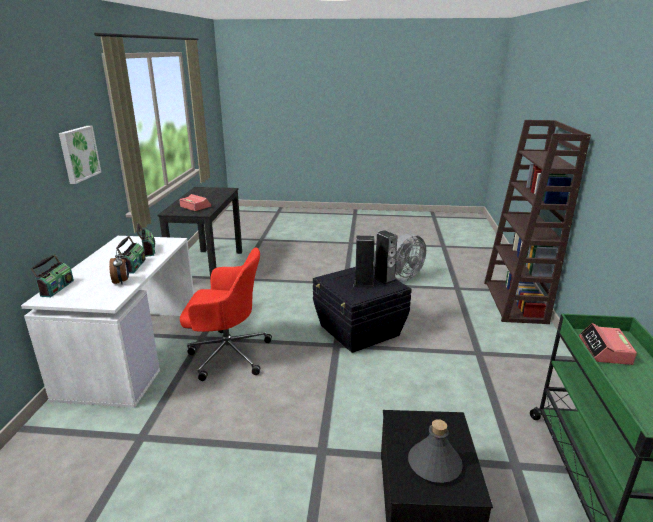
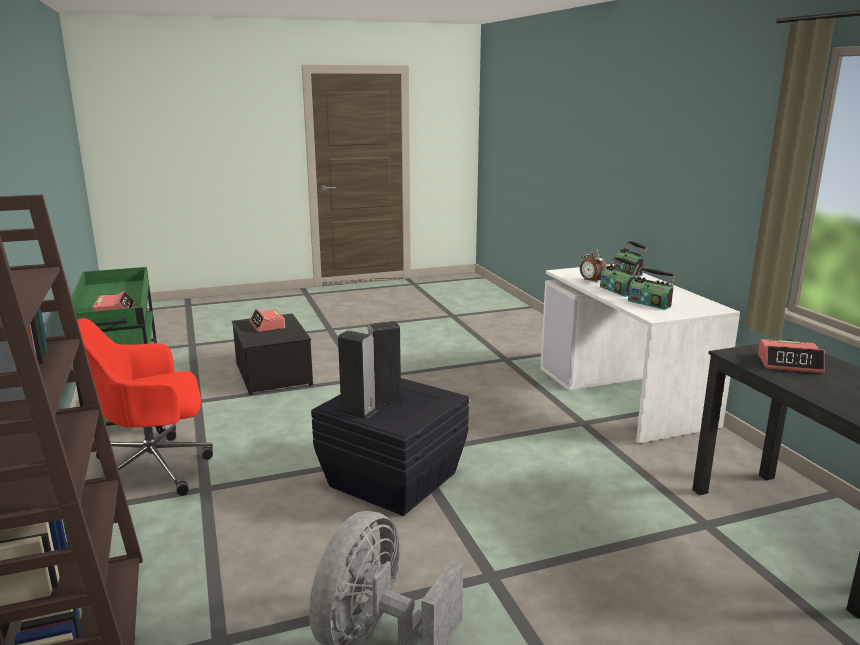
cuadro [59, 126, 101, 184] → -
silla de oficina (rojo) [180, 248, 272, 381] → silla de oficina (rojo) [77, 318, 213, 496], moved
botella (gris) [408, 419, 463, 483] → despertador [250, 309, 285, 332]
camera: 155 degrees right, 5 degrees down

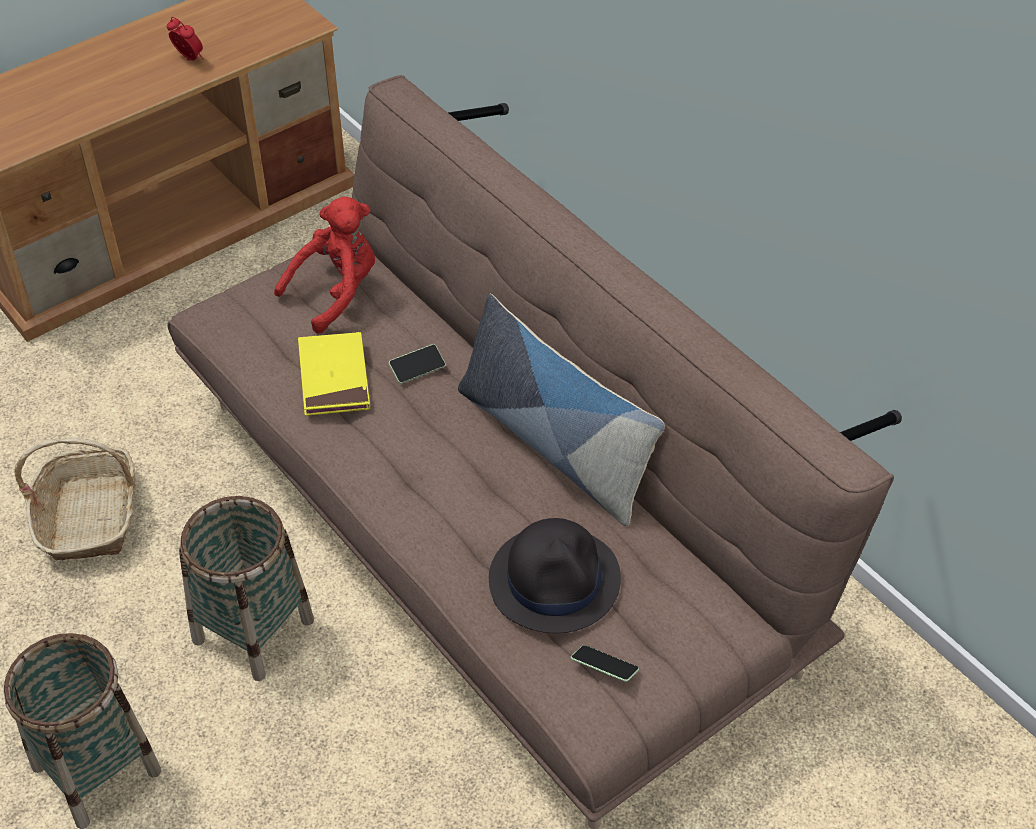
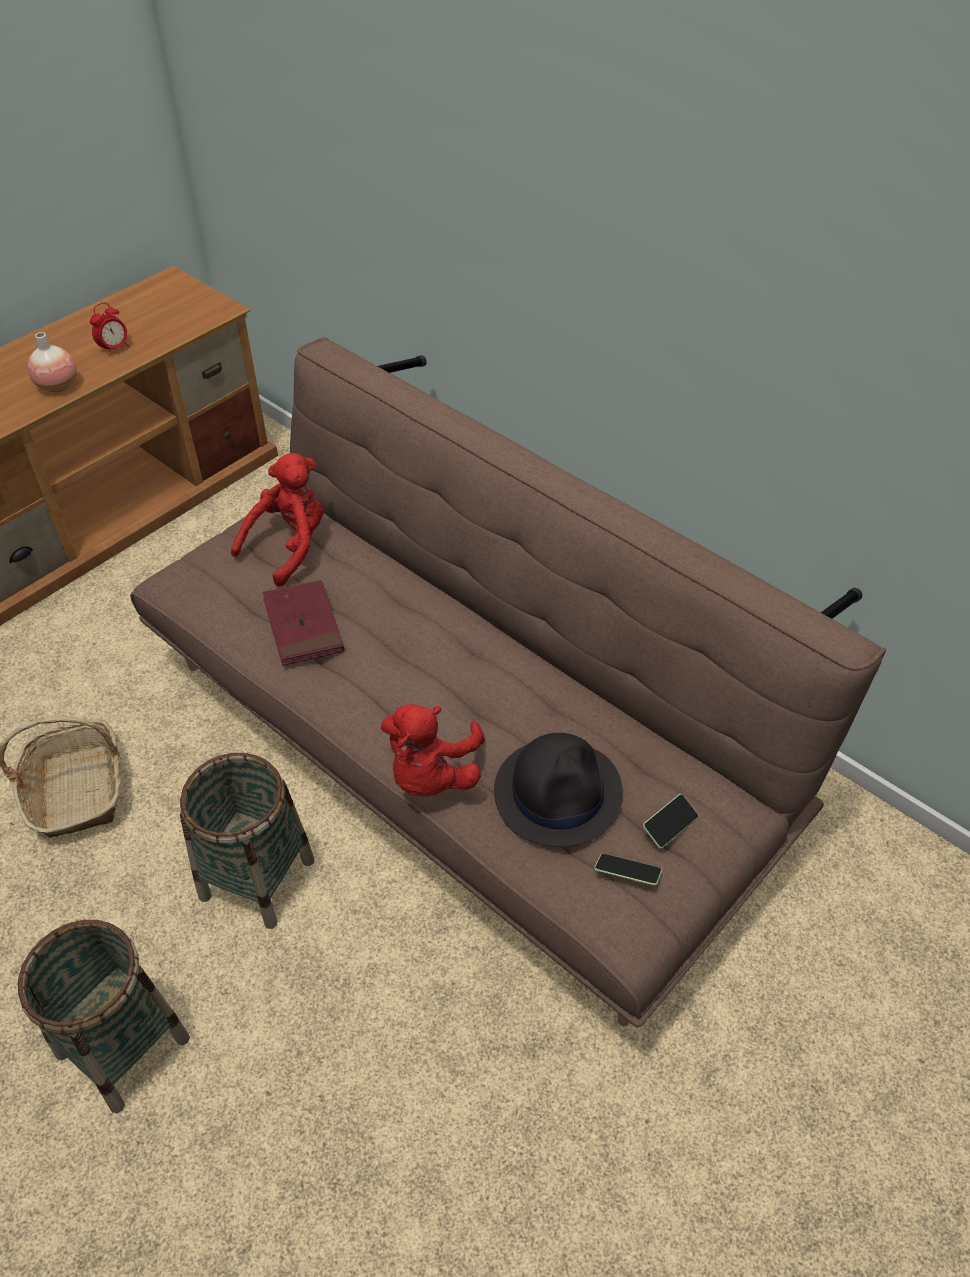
despertador [167, 17, 204, 61] → despertador [90, 303, 129, 356], 105 degrees clockwise
libro (amarillo) [298, 332, 370, 416] → libro (rojo) [263, 580, 344, 666]
móvil [389, 344, 446, 384] → móvil [643, 794, 699, 848], moved
cojín [458, 294, 665, 526] → -
- → florero [27, 332, 77, 392]
- → peluche (rojo) [381, 705, 485, 796]
camera: 10 degrees left, 0 degrees up

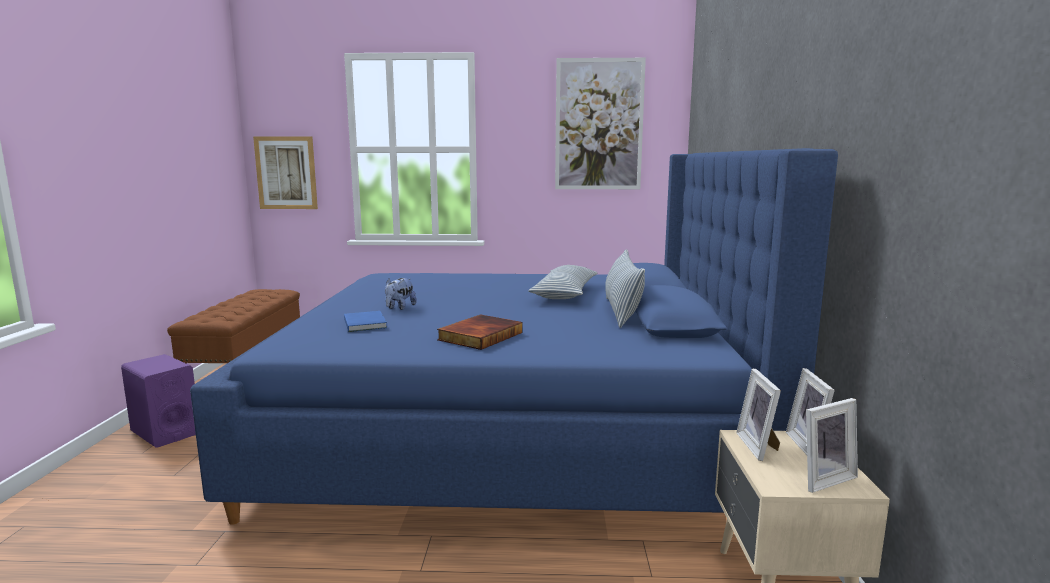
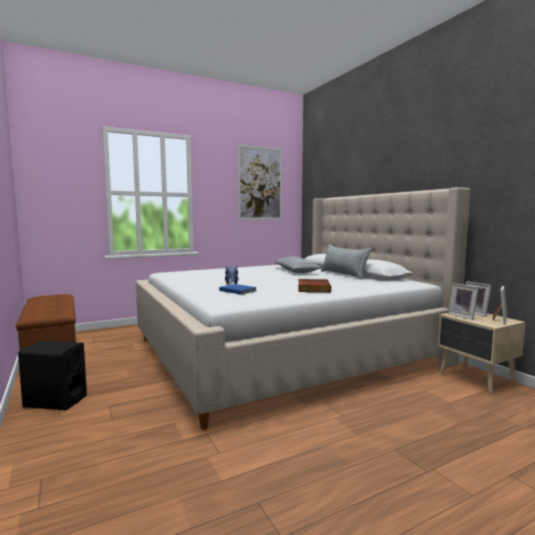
altavoz (morado) [121, 354, 196, 448] → altavoz (negro) [18, 341, 87, 410]
cama (azul) [190, 148, 838, 525] → cama (beis) [136, 187, 470, 430]
cuadro [253, 137, 318, 209] → -
camera: 30 degrees left, 5 degrees down

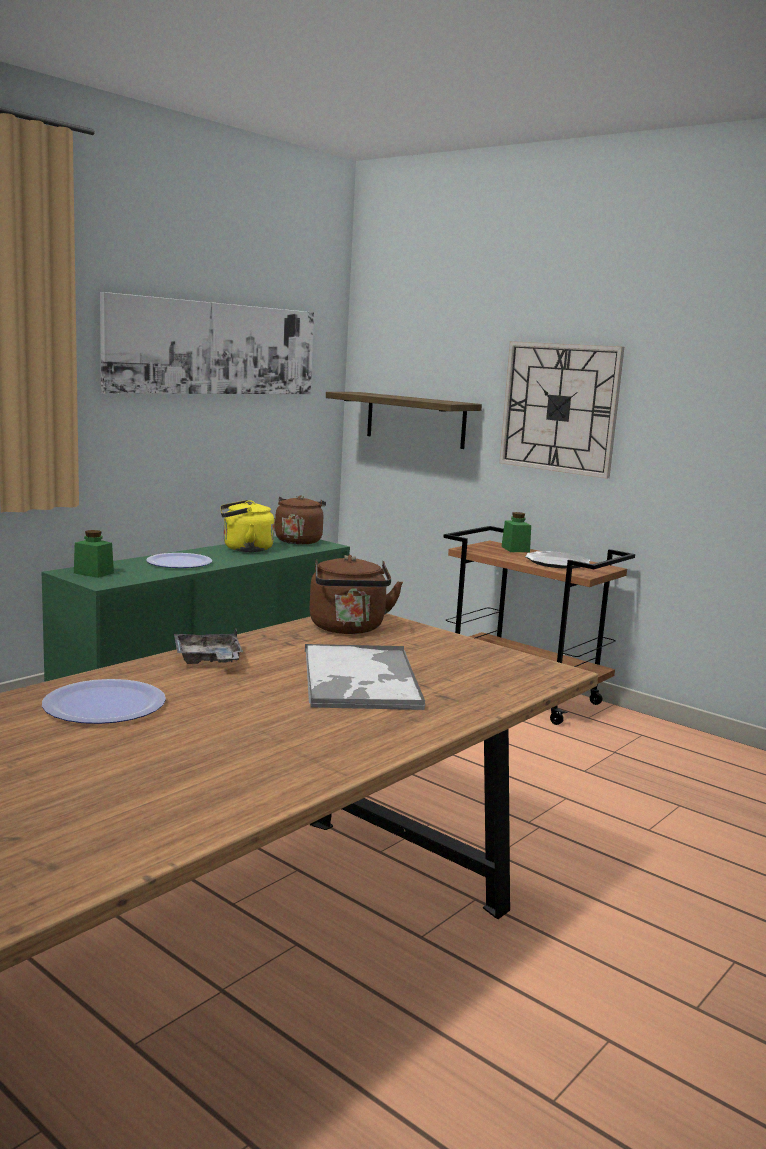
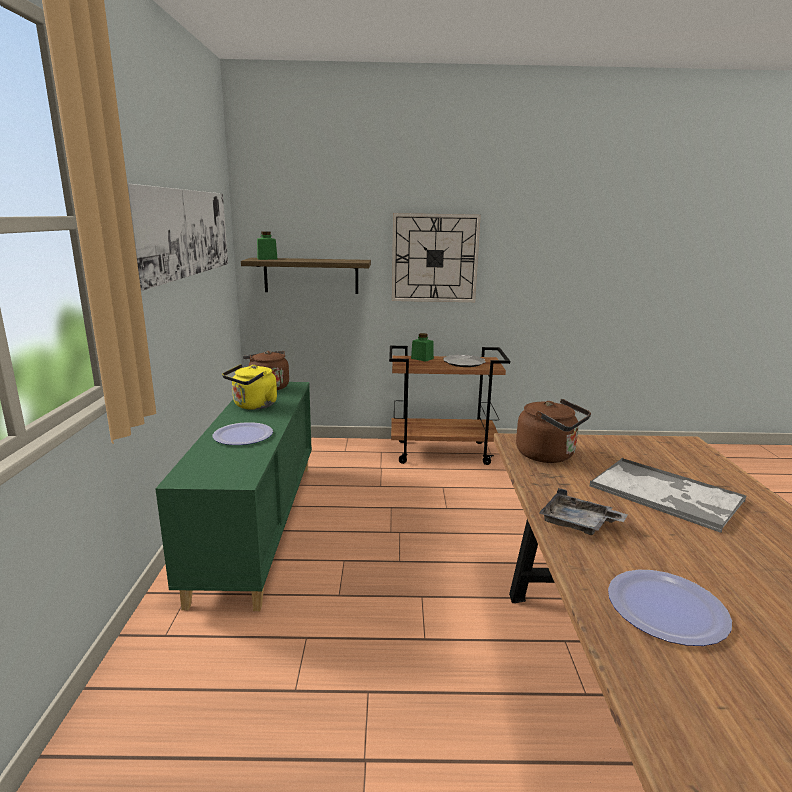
tarro (verde) [74, 530, 114, 578] → tarro (verde) [257, 231, 278, 260], moved
camera: 40 degrees left, 5 degrees up

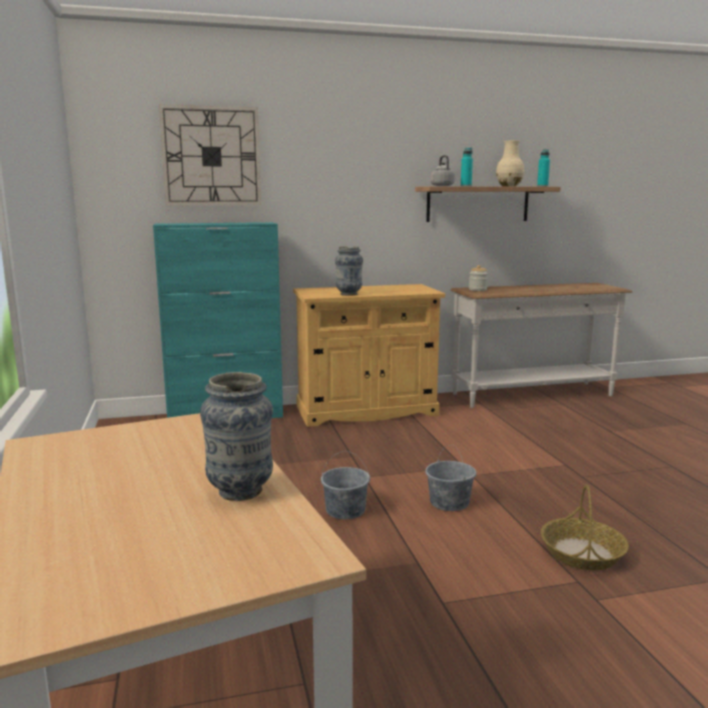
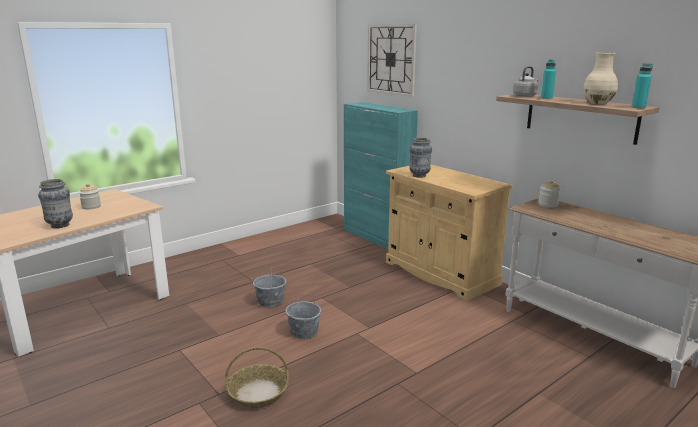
- → tarro [79, 183, 101, 209]
camera: 65 degrees right, 5 degrees up

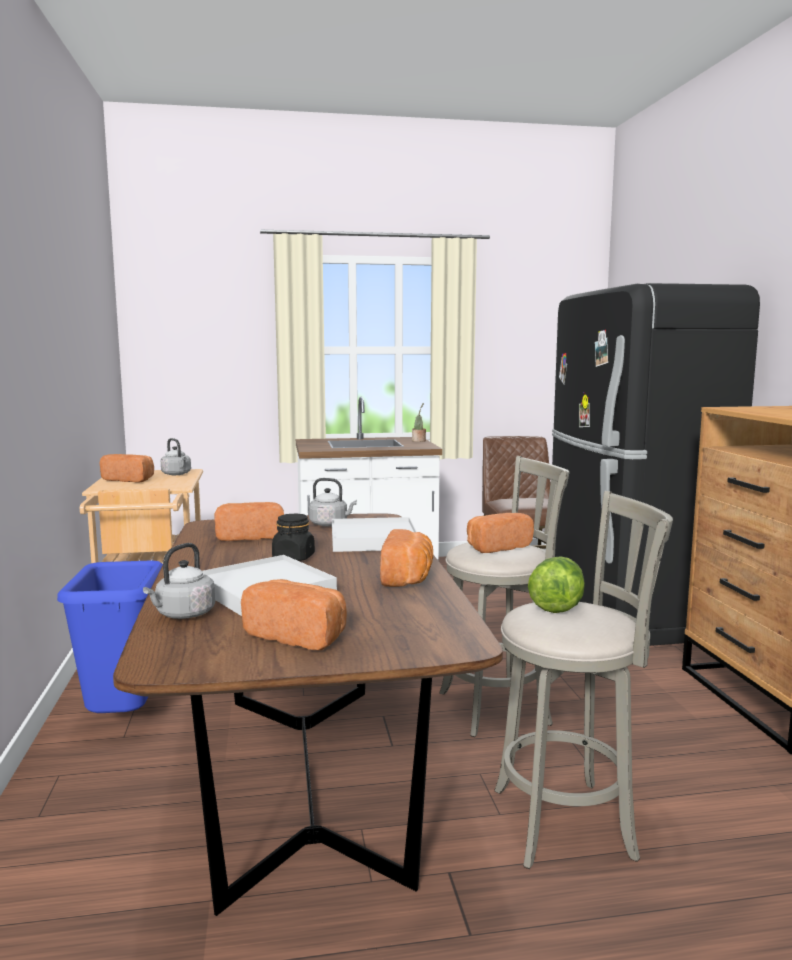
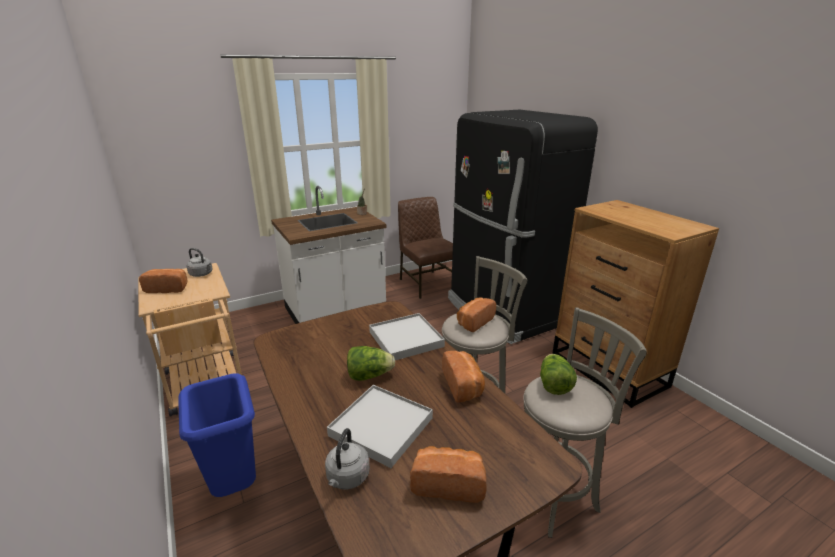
pan [214, 502, 284, 541] → -
tarro (negro) [272, 514, 315, 561] → lechuga [347, 346, 395, 381]
hervidor (gris) [309, 478, 357, 526] → -
camera: 20 degrees left, 15 degrees up

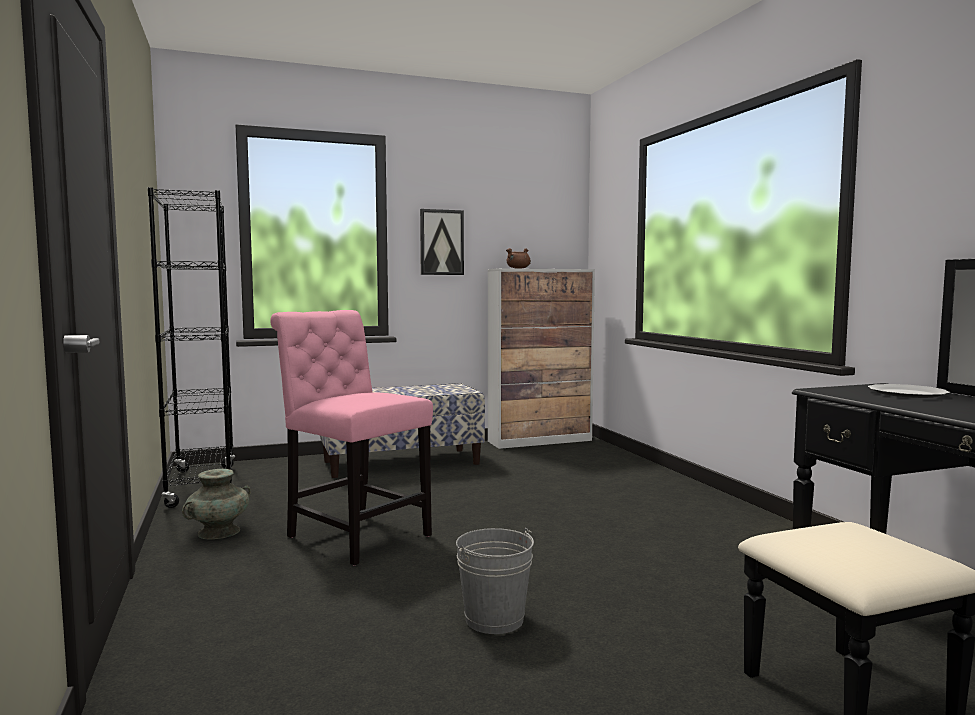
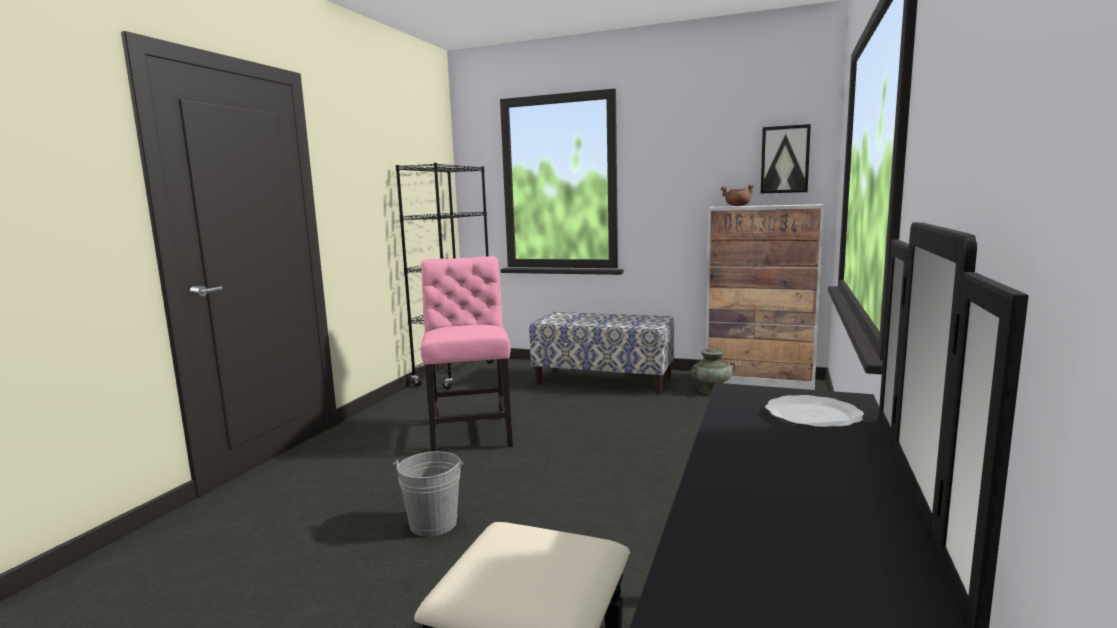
florero (turquesa) [182, 469, 251, 539] → florero (turquesa) [690, 349, 735, 394], moved
cuadro [420, 209, 464, 275] → cuadro [761, 124, 811, 193], moved
camera: 40 degrees right, 5 degrees up

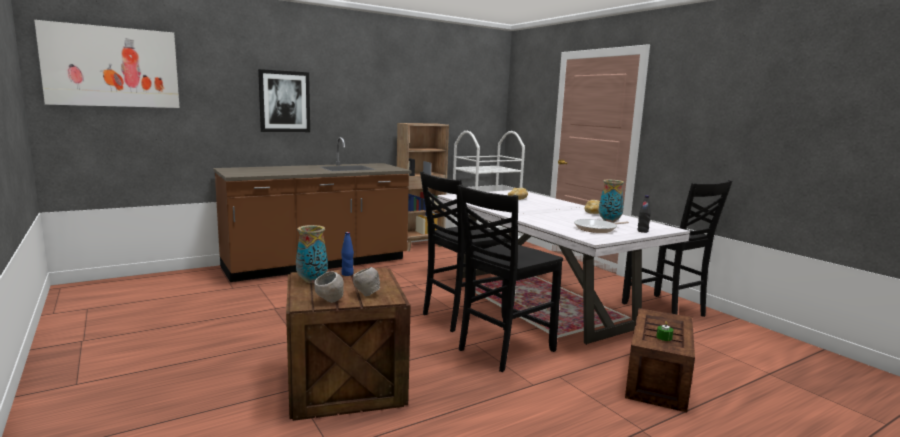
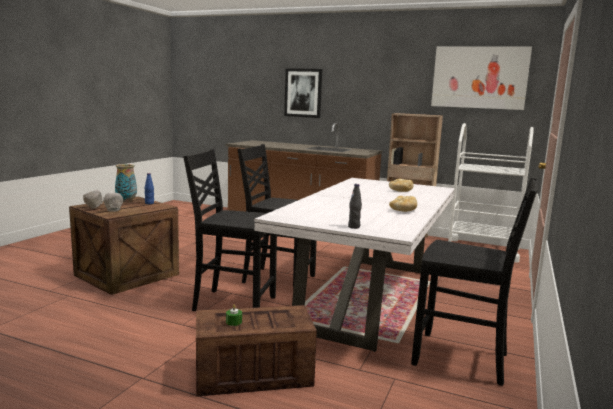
cuadro [34, 20, 180, 108] → cuadro [431, 46, 532, 110], moved
sartén [574, 219, 629, 233] → -
florero [598, 180, 624, 223] → -
silla (negro) [622, 180, 732, 317] → silla (negro) [411, 178, 538, 386], 90 degrees counterclockwise
camera: 55 degrees right, 0 degrees up

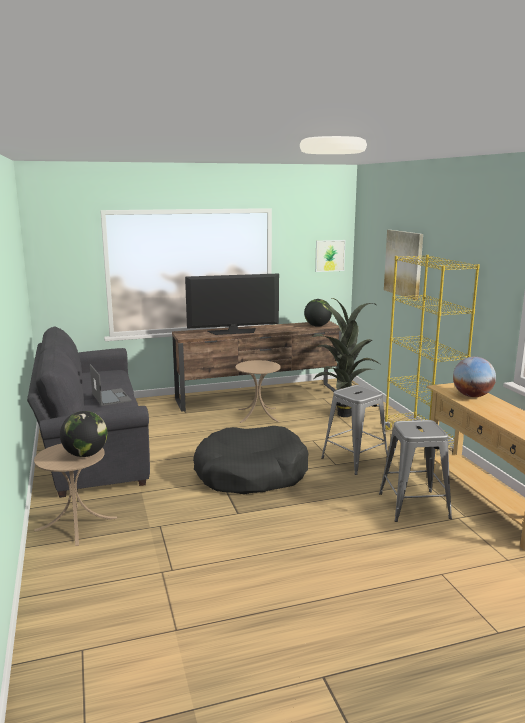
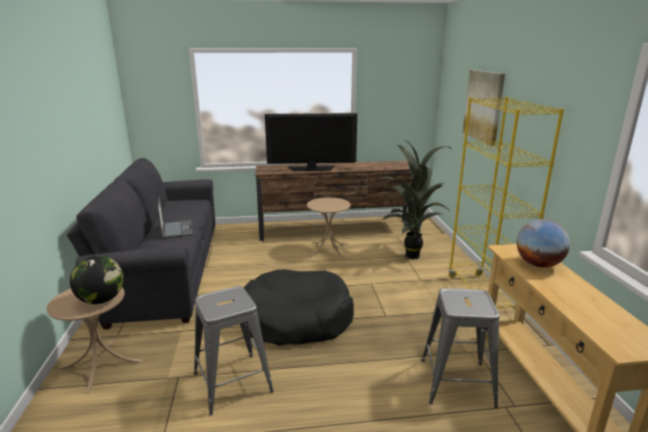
globo terráqueo [304, 299, 332, 327] → -
cuadro [315, 240, 345, 272] → -
taburete (gris) [321, 385, 388, 475] → taburete (gris) [194, 286, 274, 415], moved
camera: 10 degrees right, 5 degrees up

